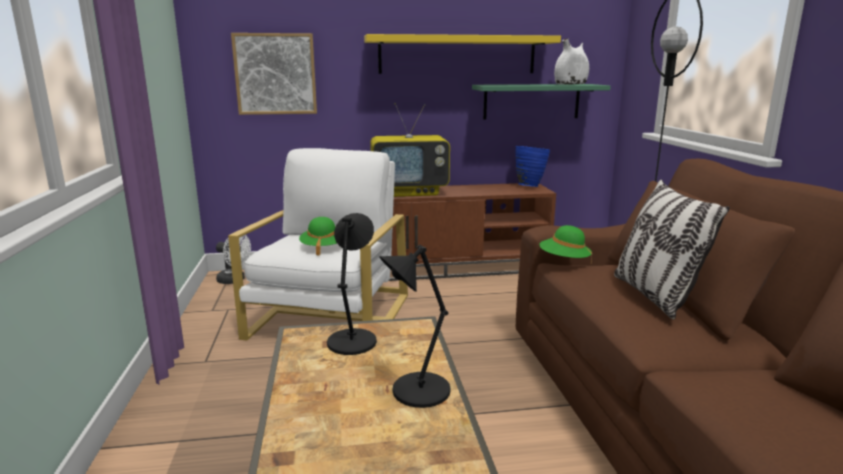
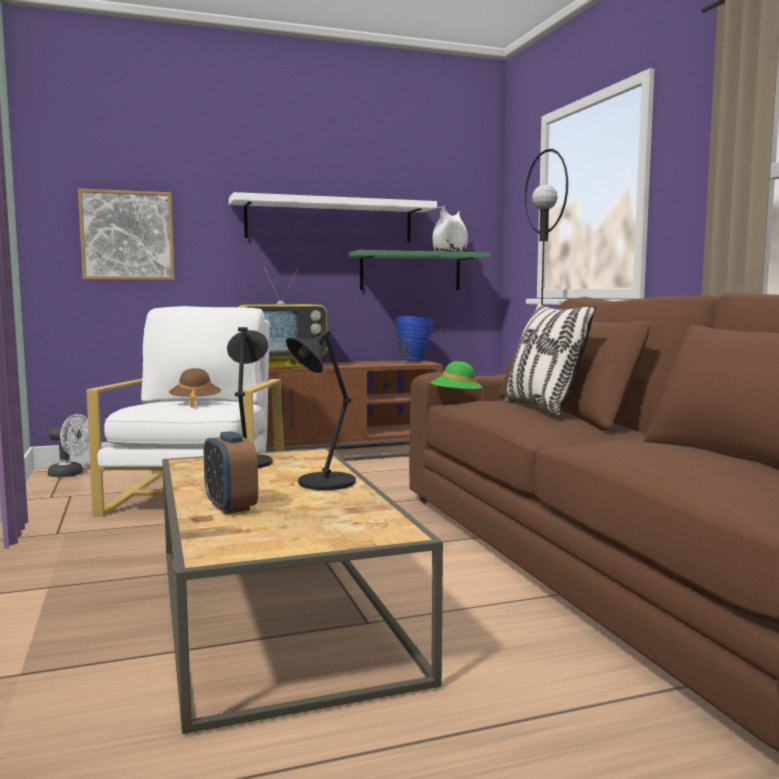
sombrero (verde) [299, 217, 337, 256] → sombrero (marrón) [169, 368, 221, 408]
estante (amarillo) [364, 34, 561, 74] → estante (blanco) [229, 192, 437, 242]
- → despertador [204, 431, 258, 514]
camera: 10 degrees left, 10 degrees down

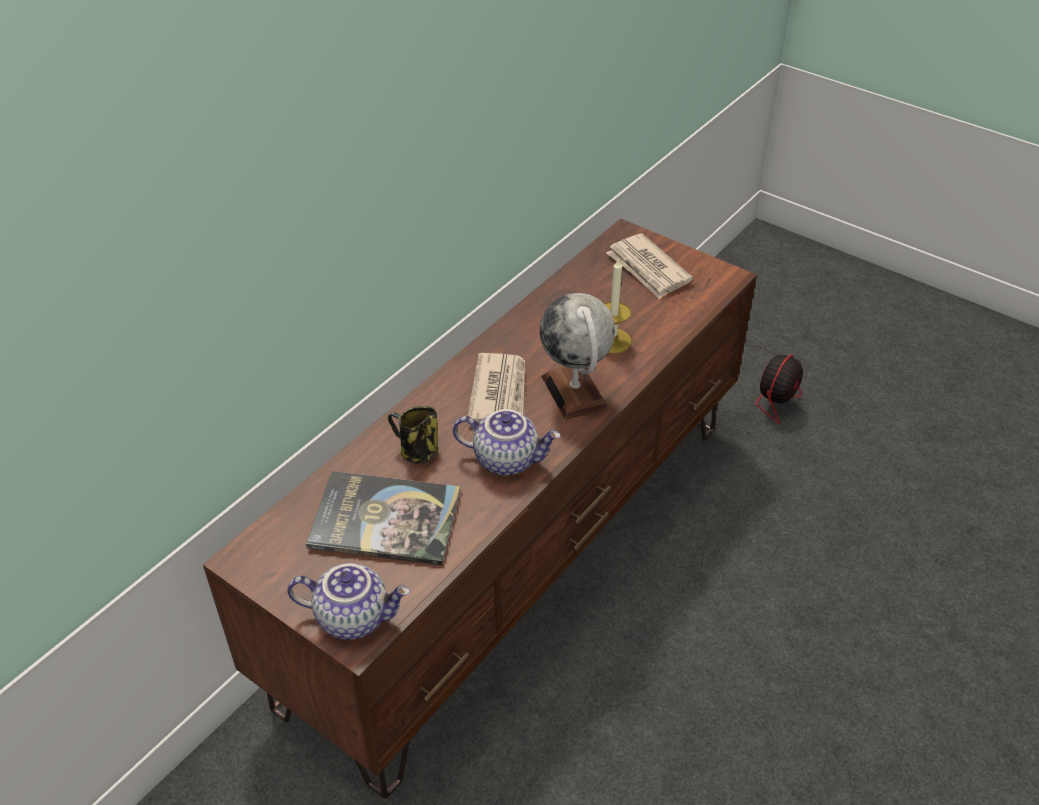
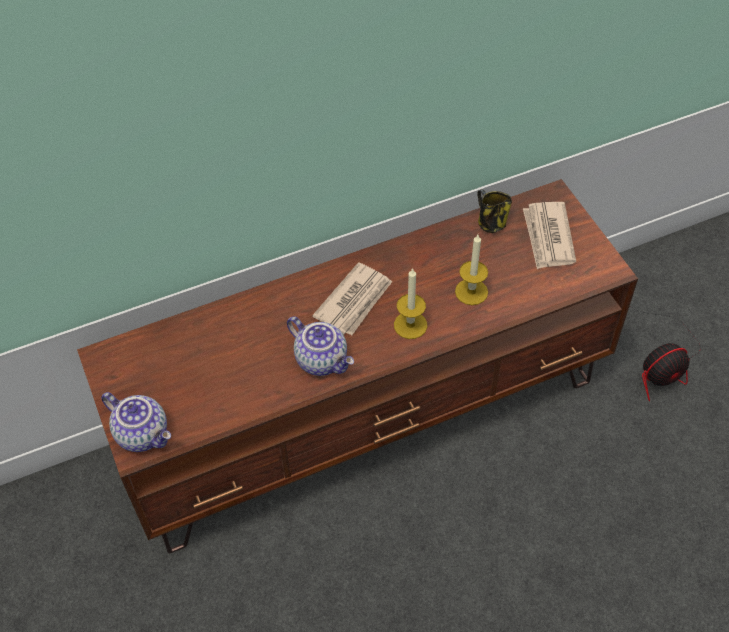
libro [306, 471, 460, 565] → -
taza grande [388, 406, 439, 463] → taza grande [477, 189, 512, 233], moved
globo terráqueo [540, 293, 615, 420] → vela [394, 268, 427, 339]
camera: 30 degrees right, 10 degrees up

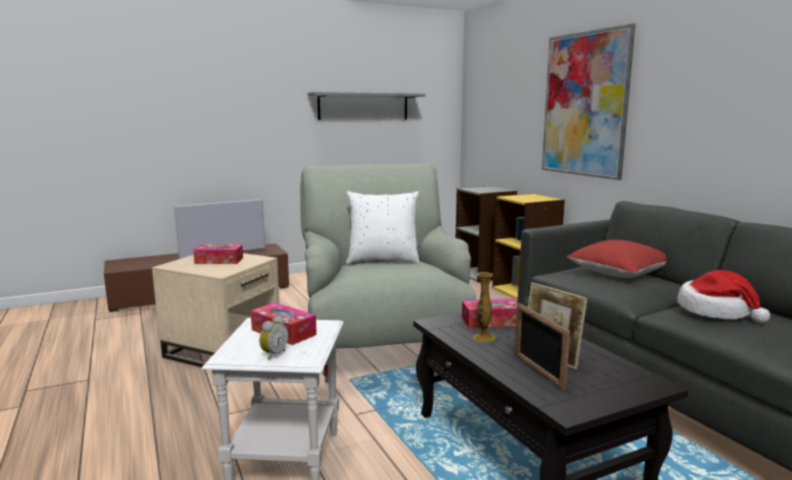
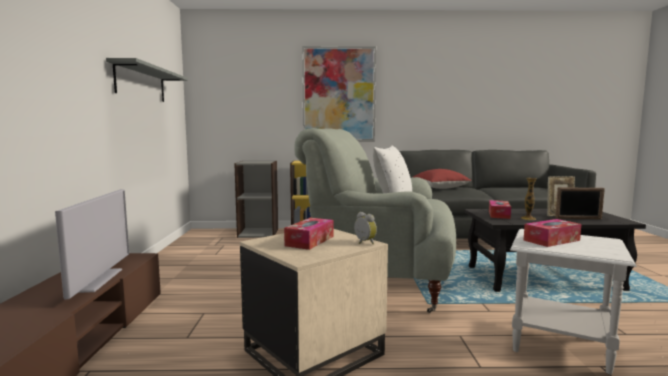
despertador [259, 316, 288, 360] → despertador [354, 212, 377, 244], moved
sombrero [677, 270, 770, 323] → -
camera: 65 degrees left, 5 degrees down

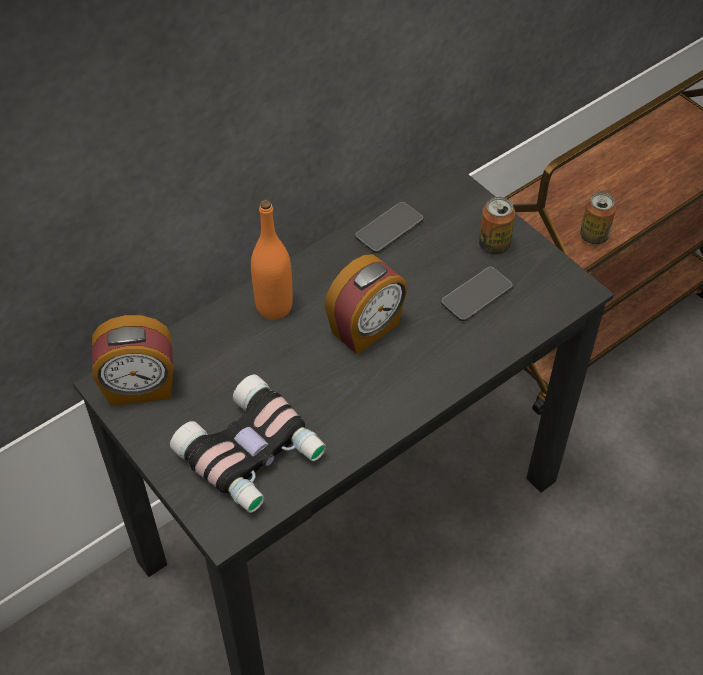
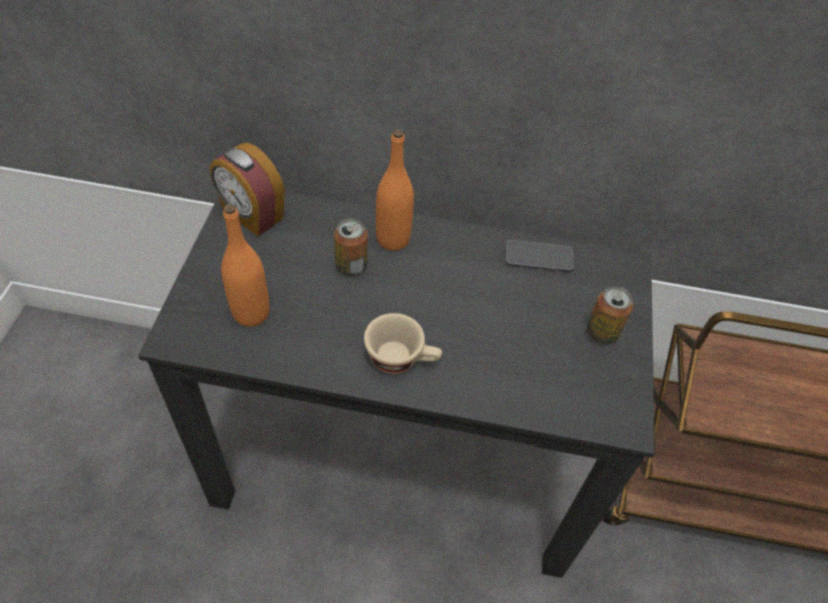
prismáticos [170, 374, 326, 513] → botella (naranja) [221, 204, 269, 327]
despertador [324, 254, 408, 355] → -
móvil [441, 267, 513, 321] → -
lata [580, 192, 616, 244] → lata [334, 218, 368, 276], moved
- → taza (beis) [364, 313, 442, 374]
camera: 45 degrees right, 0 degrees up

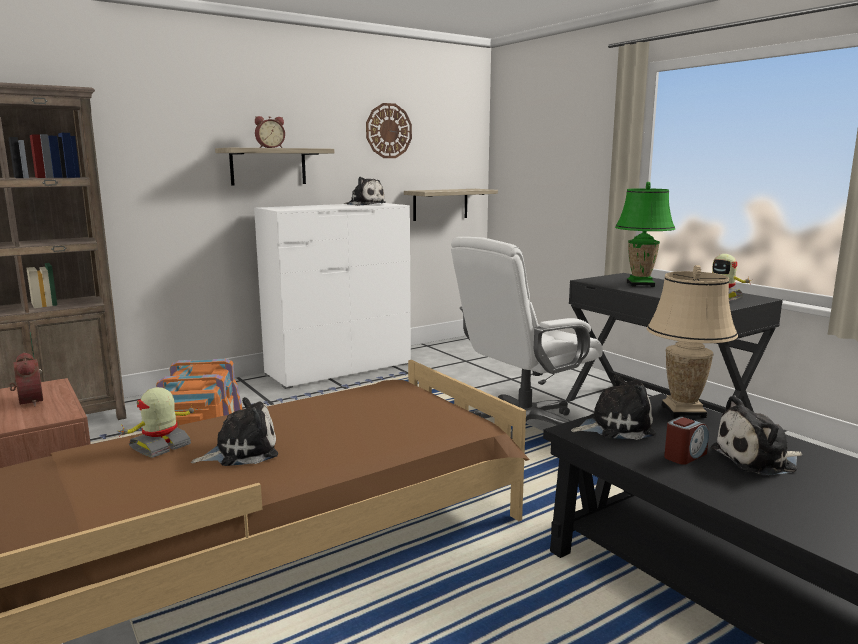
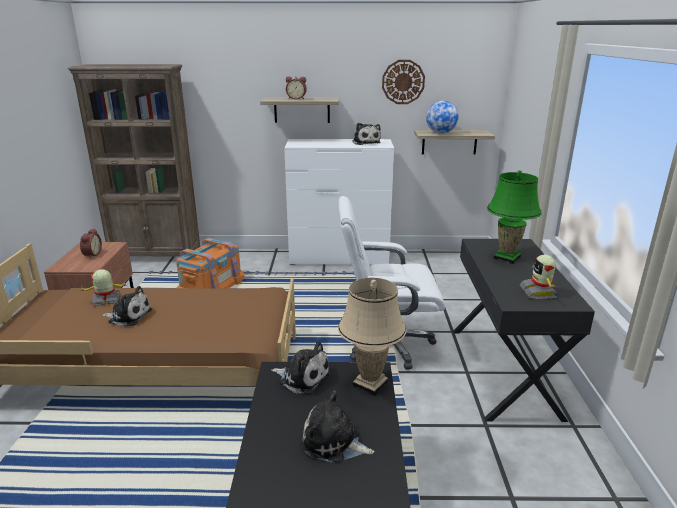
despertador [664, 417, 709, 465] → -
- → globo terráqueo [426, 101, 458, 134]
camera: 35 degrees right, 10 degrees up

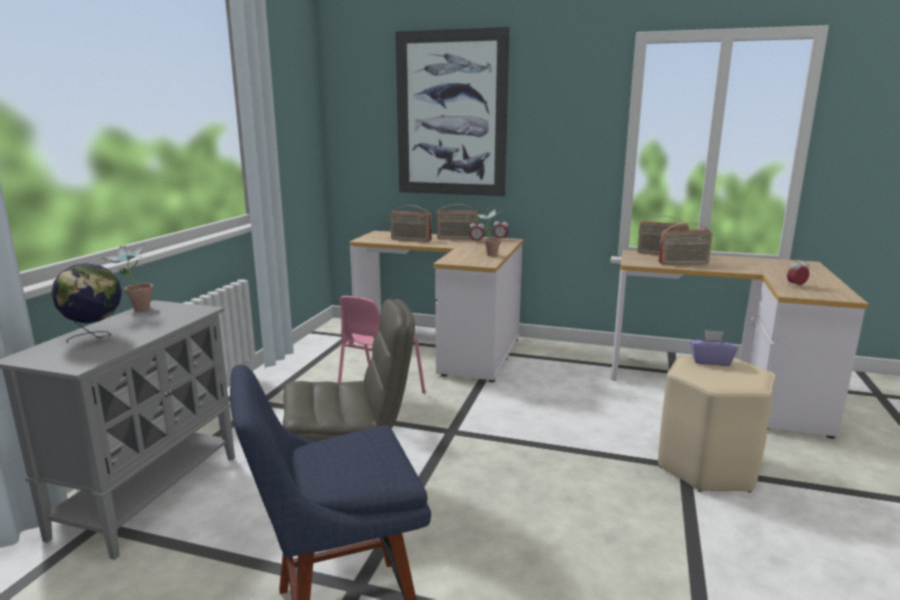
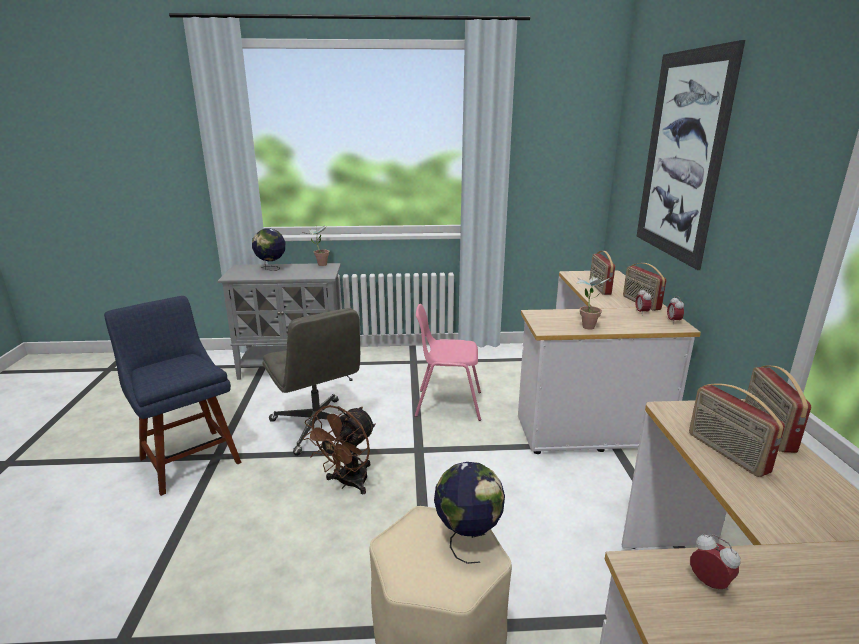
caja de pañuelos (morado) [690, 330, 737, 366] → globo terráqueo [434, 462, 505, 564]
- → ventilador (marrón) [303, 405, 376, 495]
camera: 70 degrees right, 5 degrees up

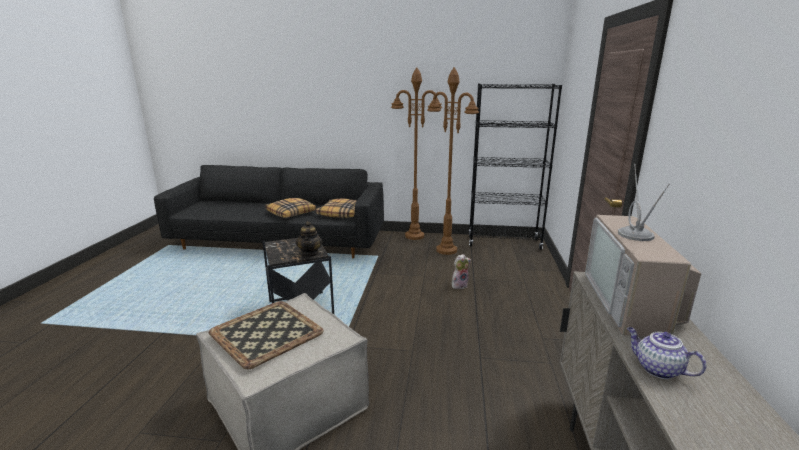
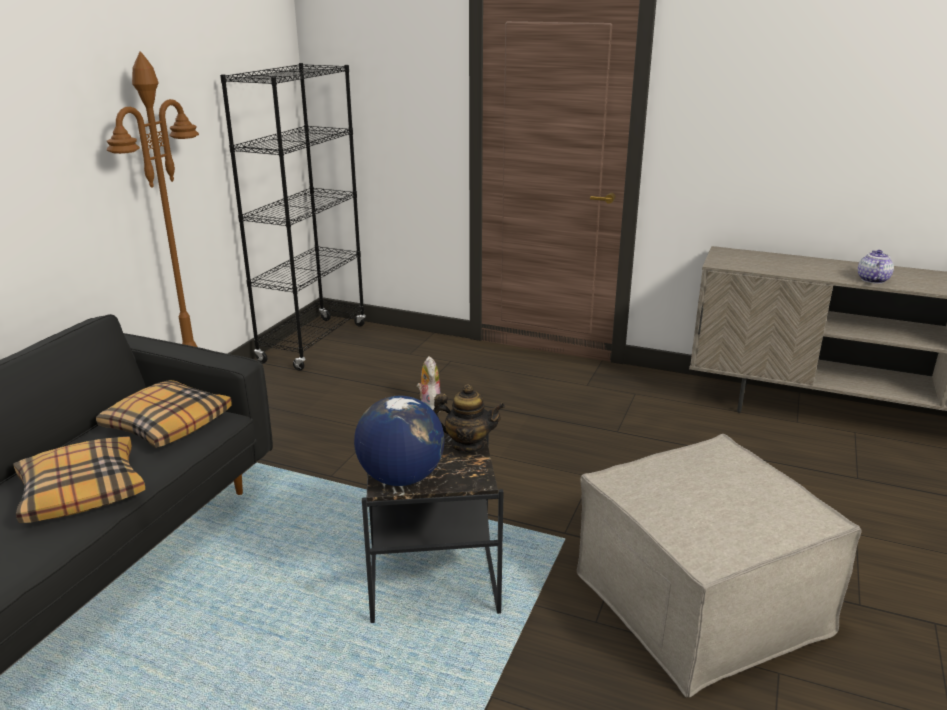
bandeja [209, 301, 323, 369] → -
lámpara de pie (marrón) [427, 67, 479, 255] → -
televisor [585, 164, 701, 337] → -
tetera [627, 327, 706, 379] → tetera [858, 250, 894, 284], 135 degrees clockwise
- → globo terráqueo [354, 396, 445, 486]
camera: 75 degrees left, 5 degrees up

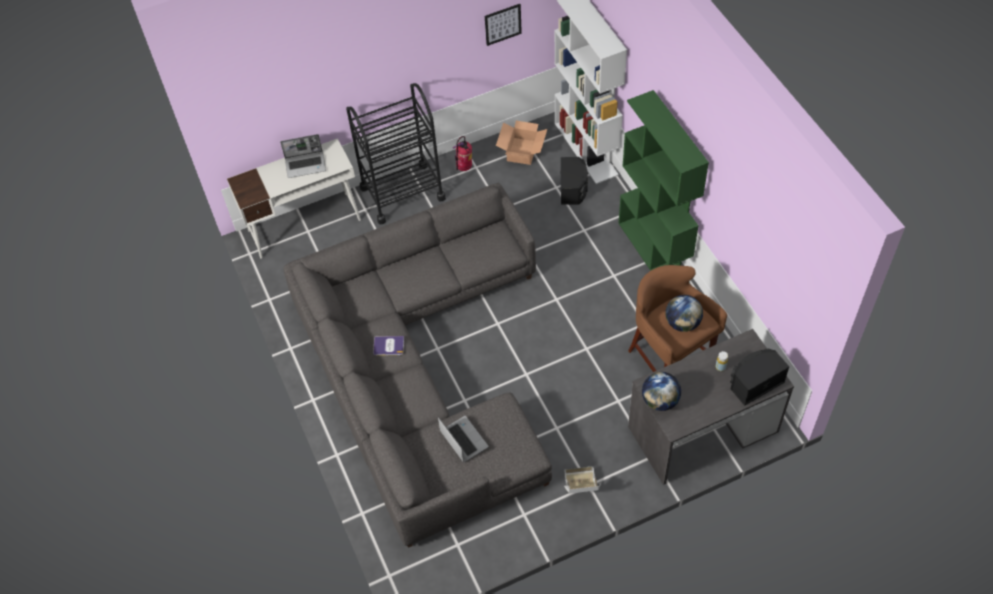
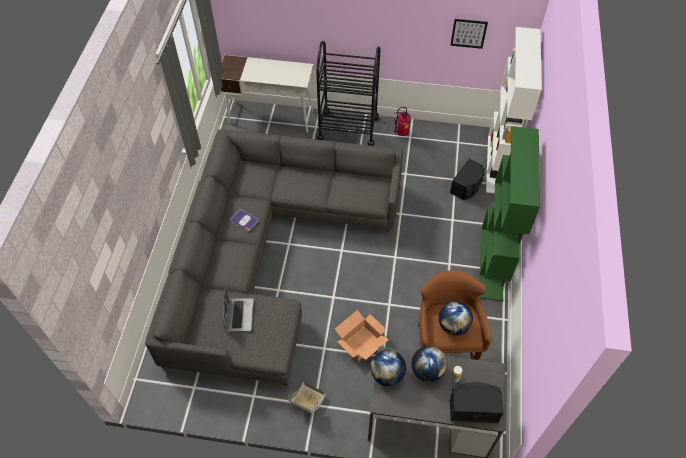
portátil [280, 134, 326, 178] → -
caja de cartón [496, 121, 547, 165] → caja de cartón [335, 310, 389, 361], moved
- → globo terráqueo [411, 346, 447, 382]
camera: 30 degrees right, 0 degrees up

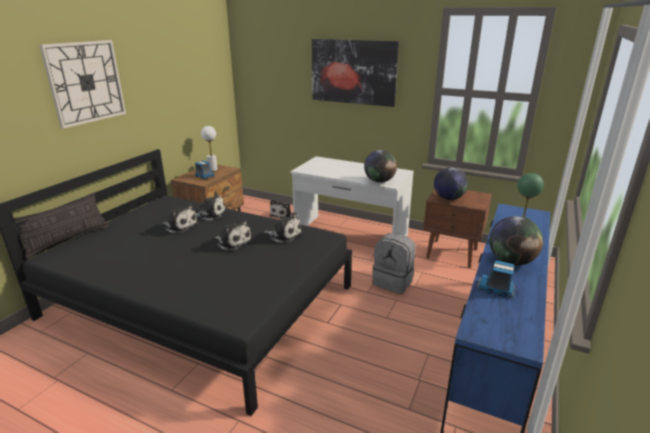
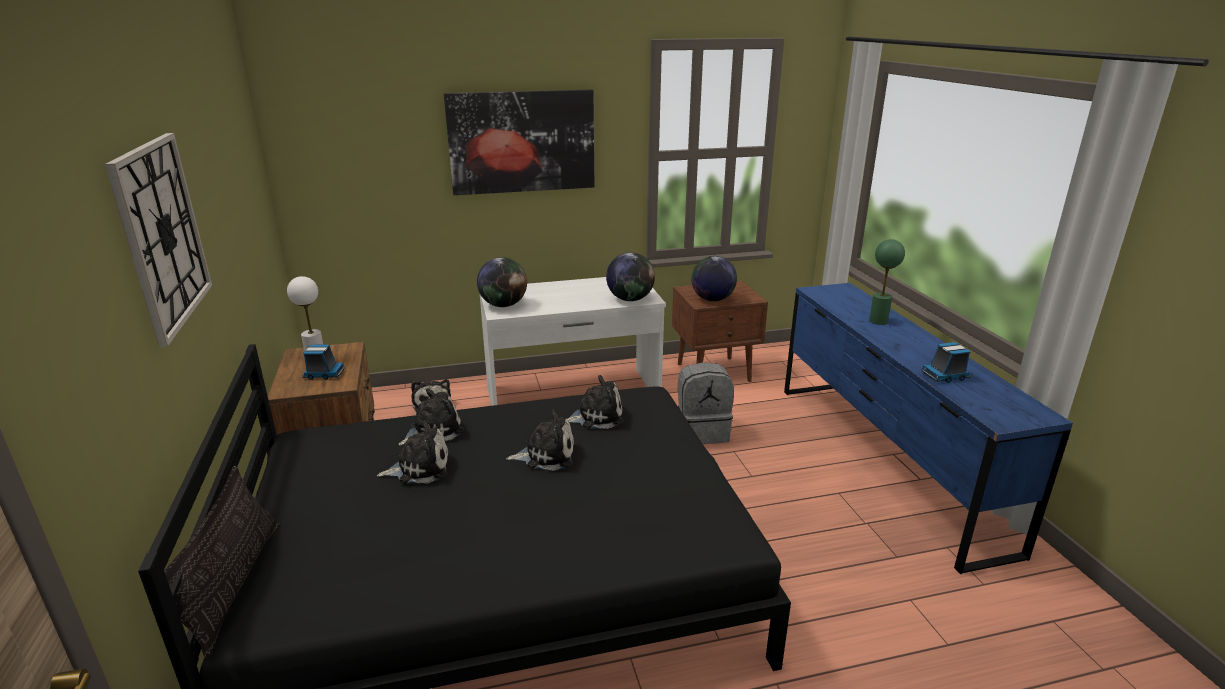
globo terráqueo [489, 216, 543, 266] → globo terráqueo [477, 257, 527, 307], moved
camera: 40 degrees left, 0 degrees up

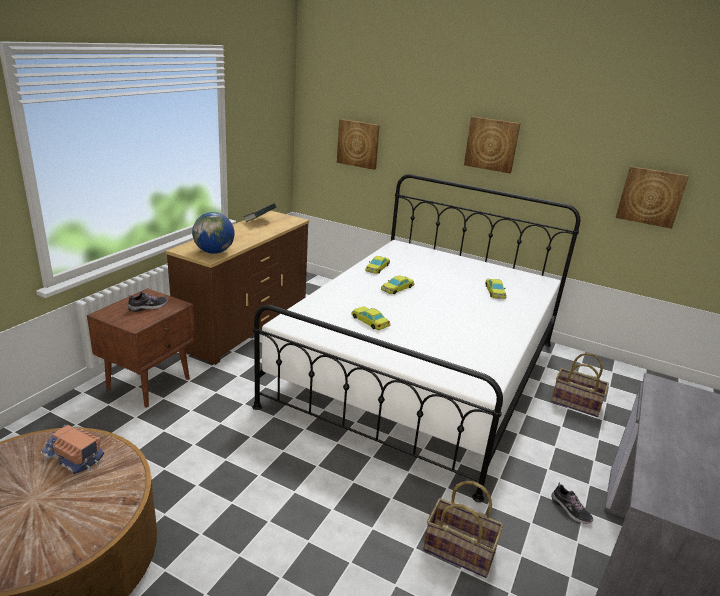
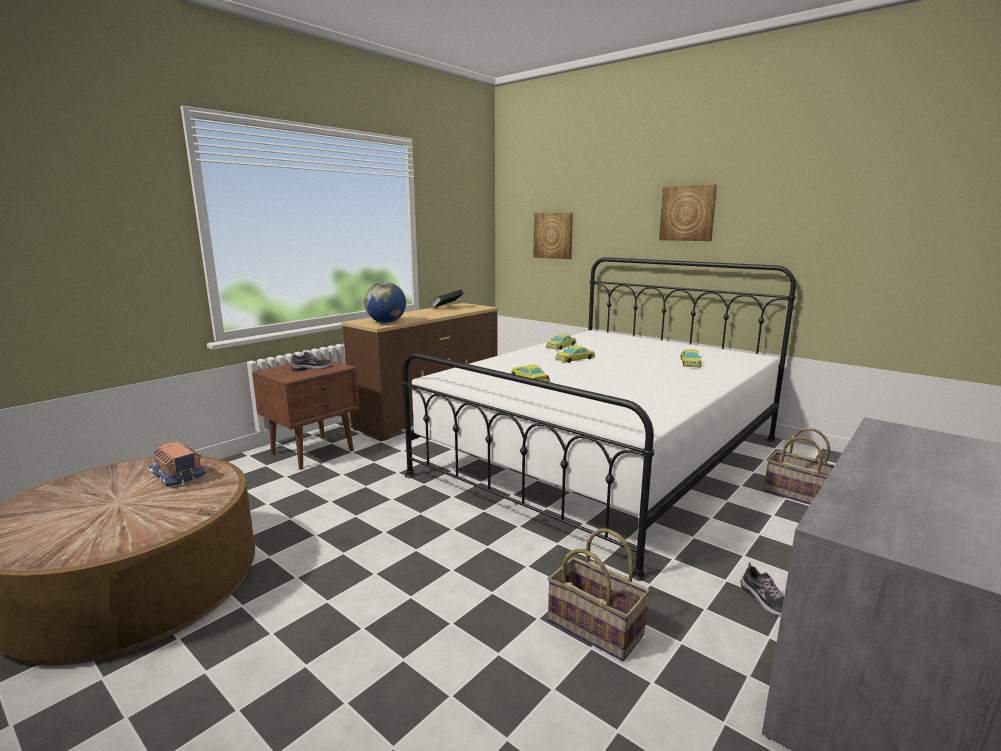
cuadro [616, 166, 689, 229] → -
camera: 15 degrees right, 10 degrees down

